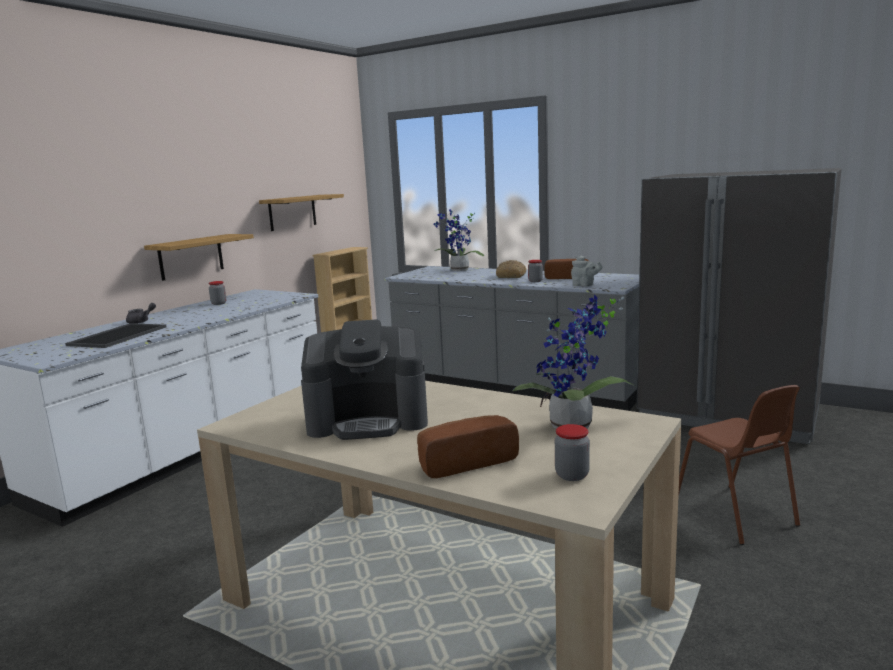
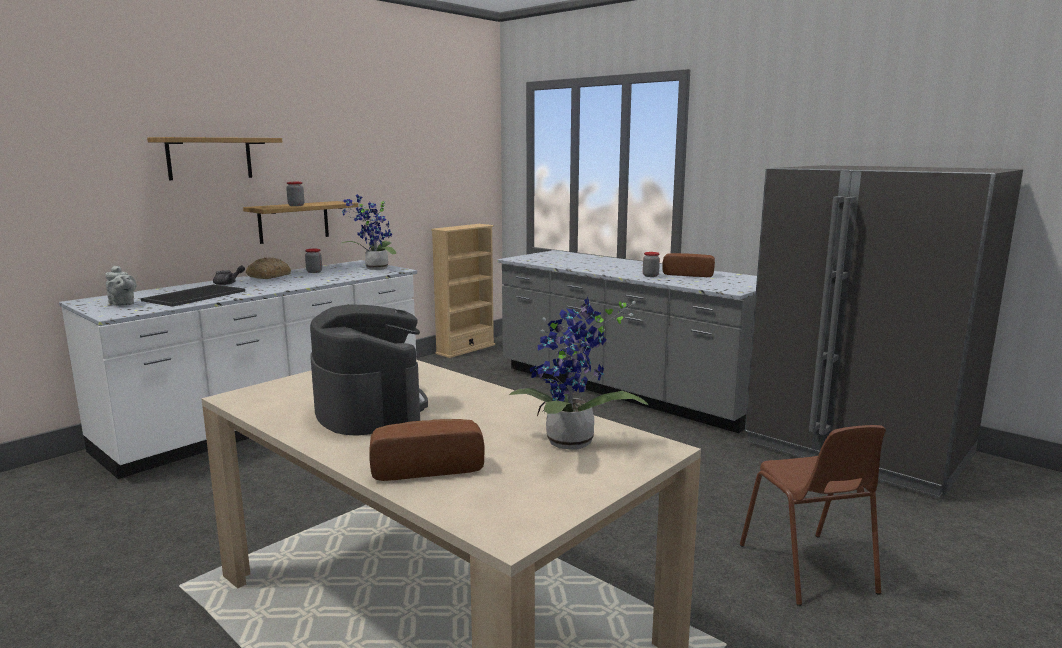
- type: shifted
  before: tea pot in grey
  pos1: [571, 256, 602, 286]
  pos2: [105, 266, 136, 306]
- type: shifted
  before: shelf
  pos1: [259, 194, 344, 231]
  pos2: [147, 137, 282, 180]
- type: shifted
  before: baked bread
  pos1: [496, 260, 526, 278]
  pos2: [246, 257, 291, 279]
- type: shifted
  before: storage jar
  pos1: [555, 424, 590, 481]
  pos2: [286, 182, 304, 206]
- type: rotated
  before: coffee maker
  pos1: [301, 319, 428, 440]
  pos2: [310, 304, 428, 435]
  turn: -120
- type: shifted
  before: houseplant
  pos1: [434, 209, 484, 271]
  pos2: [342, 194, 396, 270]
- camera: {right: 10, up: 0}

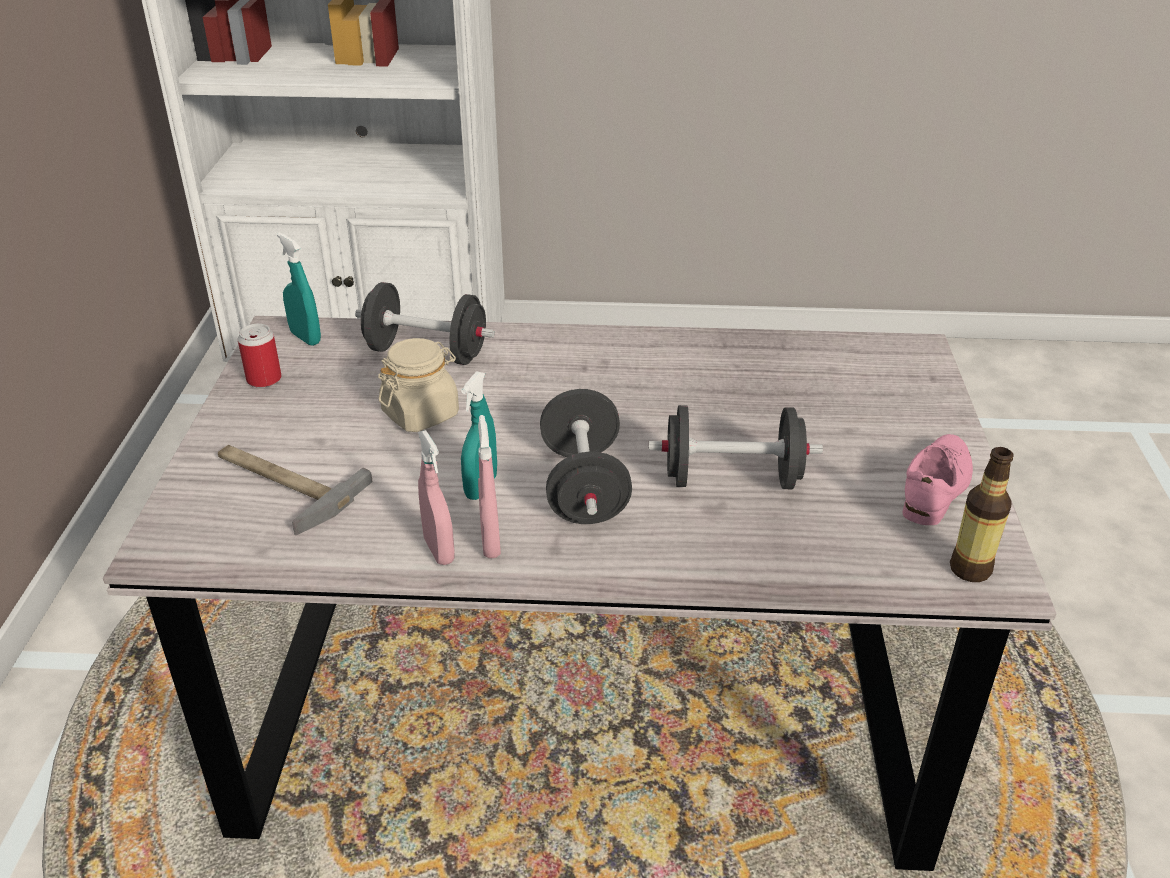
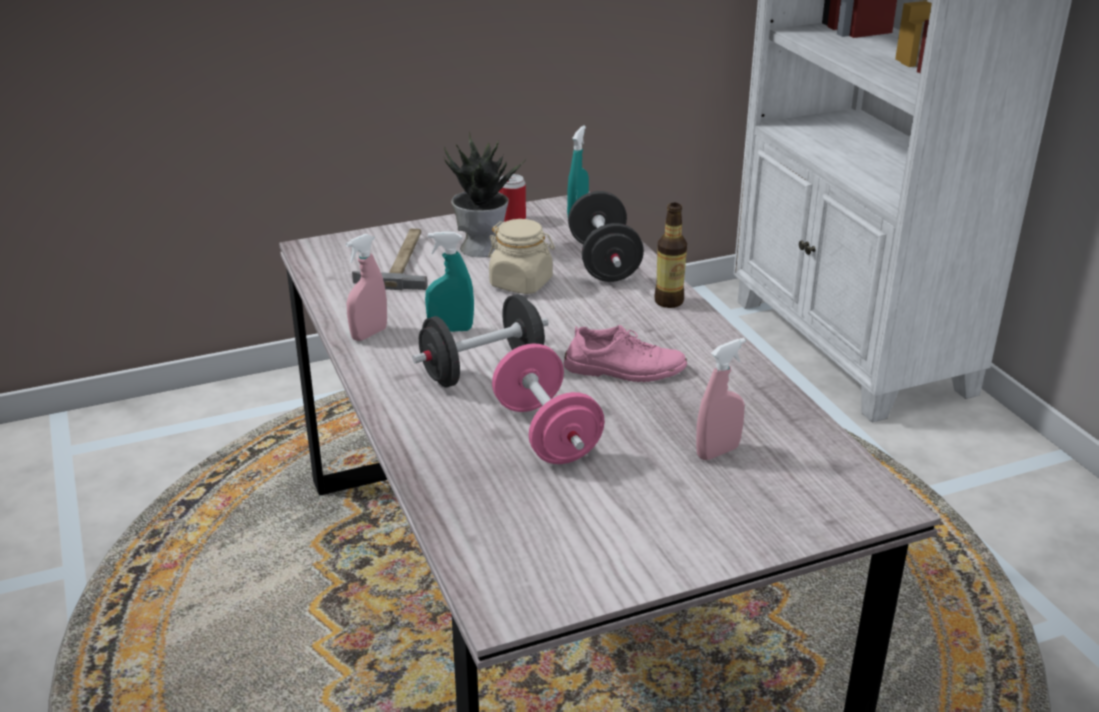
- type: new
  after: houseplant
  pos2: [443, 132, 526, 257]
- type: repainted
  before: dumbbell in black-coloured
  after: dumbbell in pink-coloured
  pos1: [649, 405, 823, 489]
  pos2: [492, 343, 605, 464]
- type: shifted
  before: low shoe in pink-coloured
  pos1: [903, 434, 973, 525]
  pos2: [564, 325, 687, 382]
- type: shifted
  before: bottle
  pos1: [950, 447, 1014, 582]
  pos2: [654, 203, 687, 308]
- type: shifted
  before: sprayer in pink-coloured
  pos1: [478, 415, 501, 558]
  pos2: [696, 338, 746, 460]
- camera: {right: 65, up: -5}

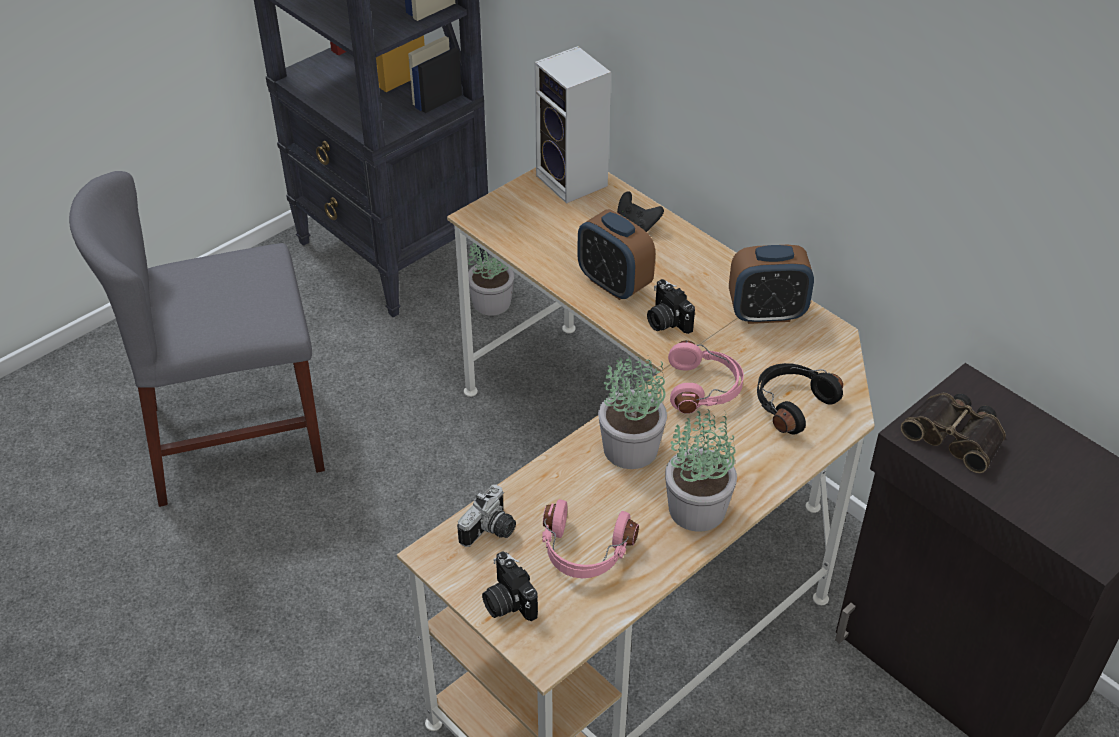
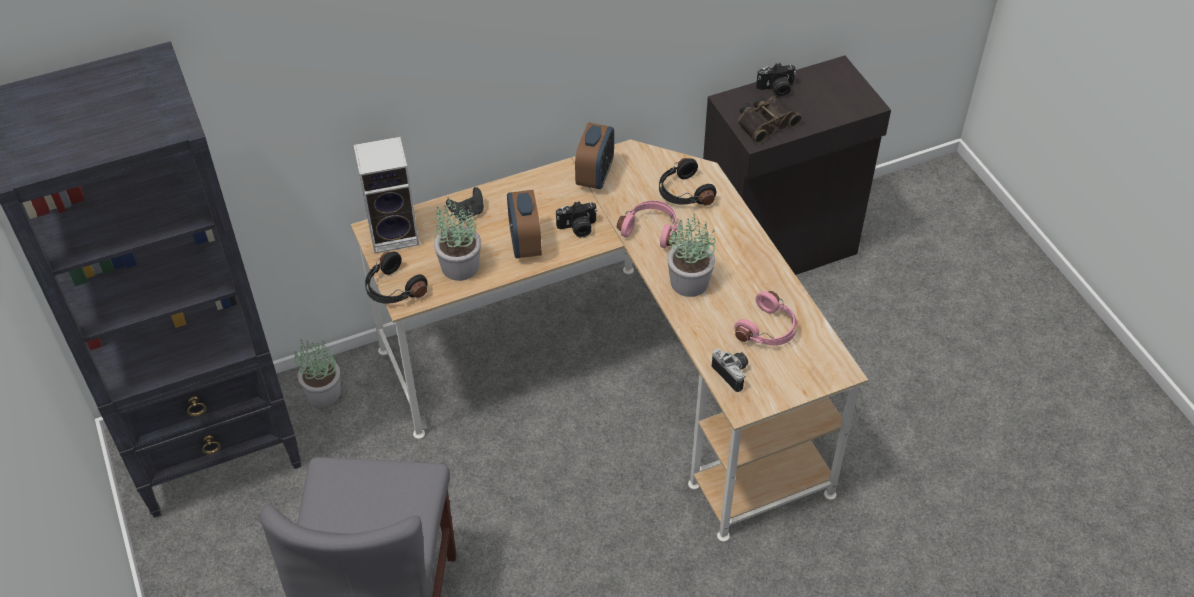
- type: new
  after: headset in black-coloured
  pos2: [365, 251, 427, 304]
- type: shifted
  before: houseplant
  pos1: [665, 409, 737, 532]
  pos2: [434, 197, 481, 281]
- type: rotated
  before: bedside clock
  pos1: [577, 209, 655, 300]
  pos2: [507, 190, 542, 258]
  turn: 105
- type: shifted
  before: still camera
  pos1: [482, 551, 538, 621]
  pos2: [756, 63, 796, 97]
- camera: {right: -70, up: 5}

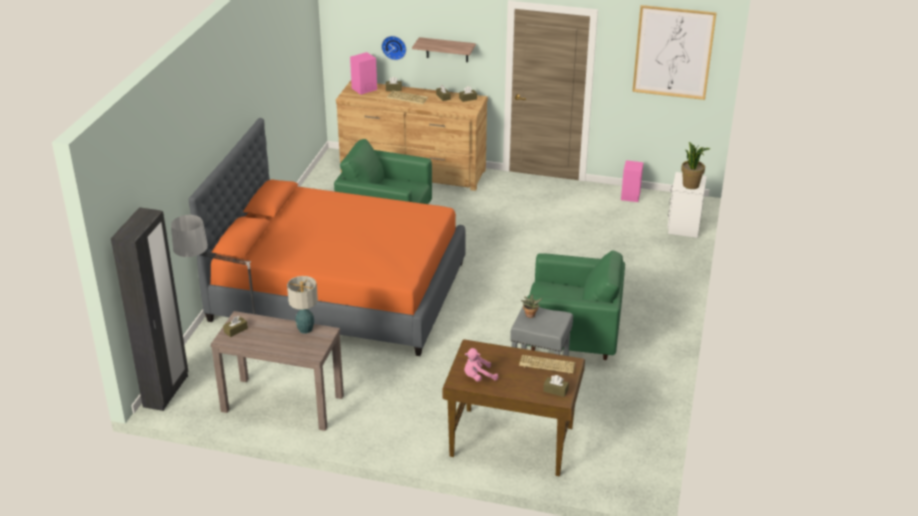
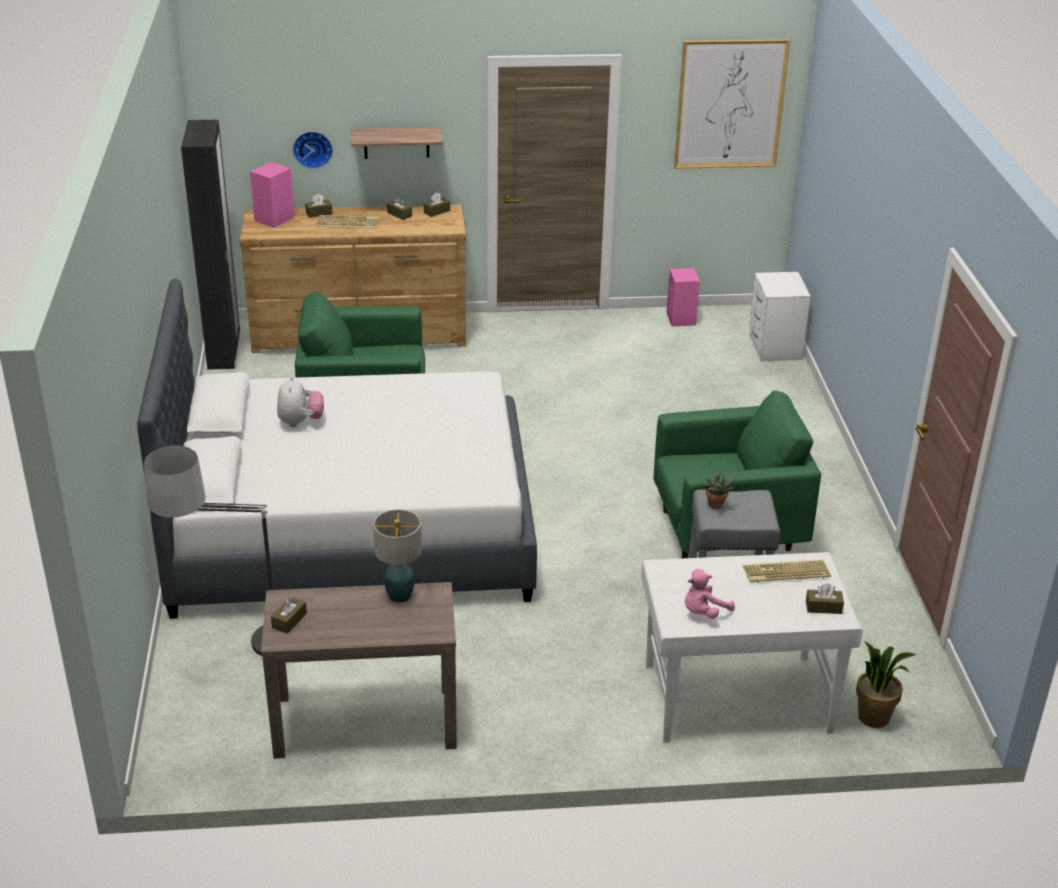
- type: repainted
  before: bedroom bed in orange
  after: bedroom bed in white
  pos1: [189, 118, 466, 356]
  pos2: [137, 278, 537, 619]
- type: shifted
  before: armoire in black-coloured
  pos1: [111, 207, 188, 411]
  pos2: [181, 120, 240, 370]
- type: new
  after: cuddly toy
  pos2: [277, 376, 324, 427]
- type: repainted
  before: desk in brown-coloured
  after: desk in white
  pos1: [443, 339, 585, 476]
  pos2: [641, 552, 863, 743]
- type: shifted
  before: houseplant
  pos1: [681, 142, 710, 189]
  pos2: [856, 641, 916, 728]
- camera: {right: -20, up: 0}

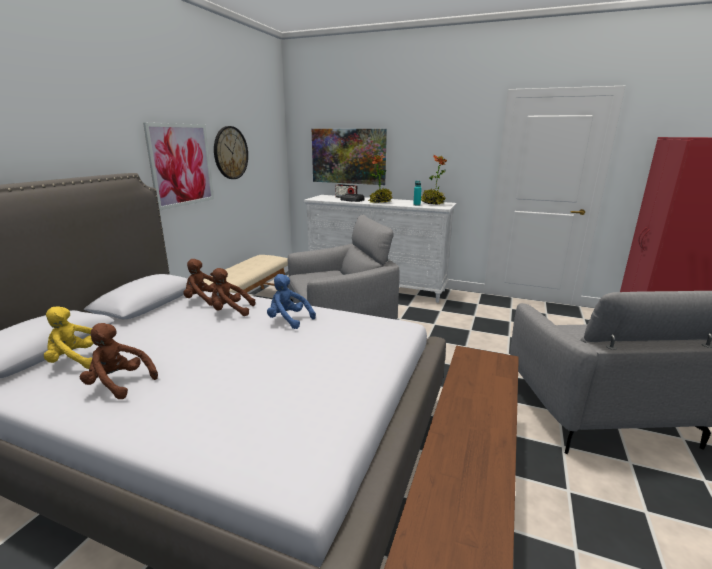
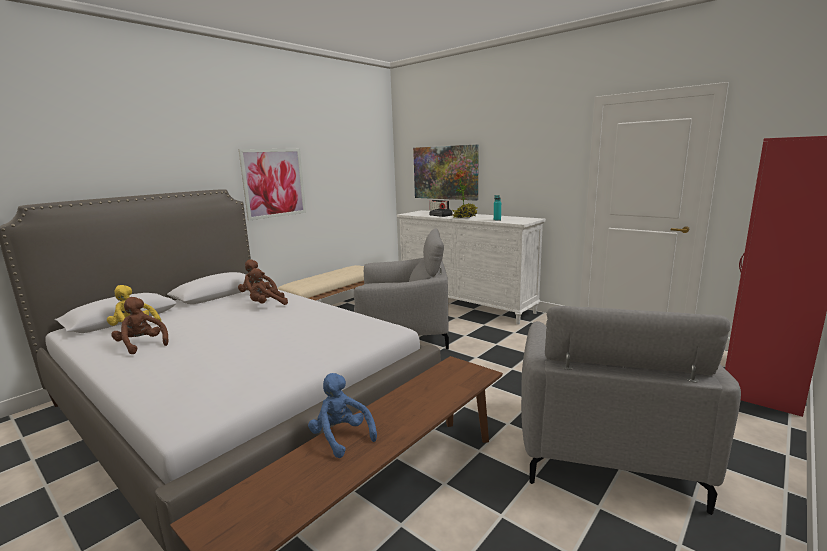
- type: rotated
  before: cuddly toy in brown-coloured
  pos1: [210, 268, 255, 316]
  pos2: [247, 268, 288, 305]
  turn: -45
- type: shifted
  before: cuddly toy in bluish
  pos1: [267, 274, 316, 329]
  pos2: [308, 373, 377, 458]
- type: gone
  before: hanging clock
  pos1: [214, 126, 248, 179]
- type: gone
  before: houseplant
  pos1: [421, 155, 447, 205]
- camera: {right: 20, up: -5}

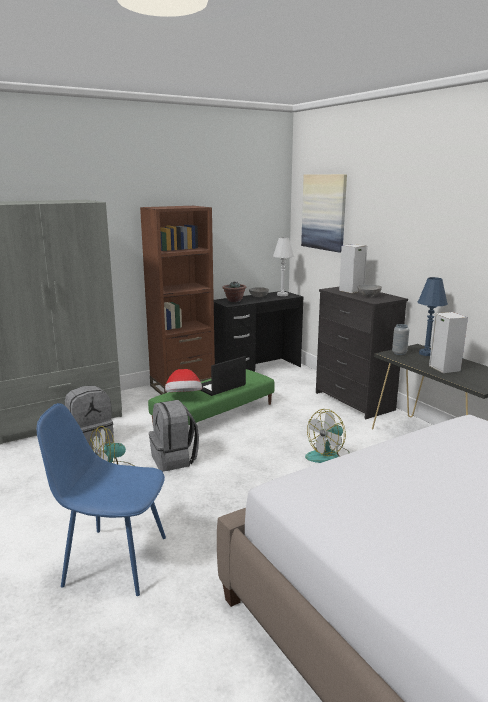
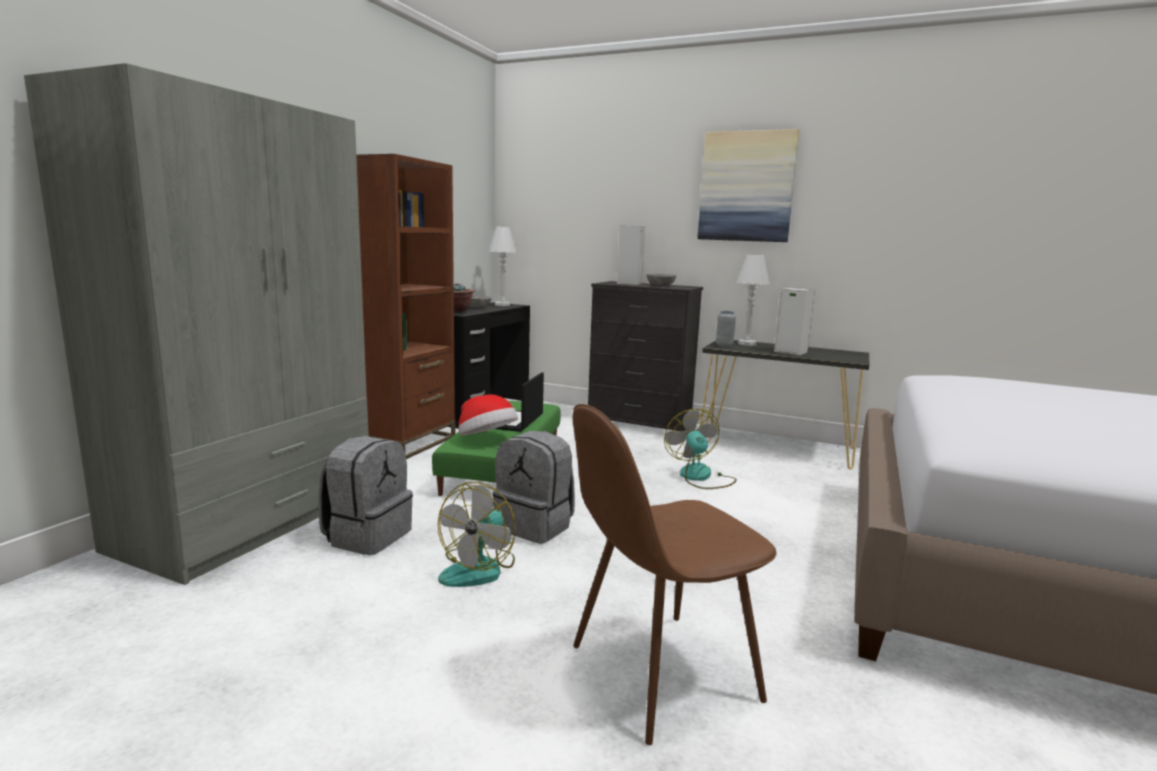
- type: repainted
  before: chair in bluish
  after: chair in brown-coloured
  pos1: [37, 403, 166, 596]
  pos2: [573, 404, 777, 745]
- type: rotated
  before: cooling fan
  pos1: [305, 409, 350, 463]
  pos2: [664, 409, 737, 489]
  turn: 150
- type: shifted
  before: picture
  pos1: [301, 174, 347, 253]
  pos2: [698, 129, 800, 242]
- type: repainted
  before: tabletop lamp in bluish
  after: tabletop lamp in white
  pos1: [417, 277, 448, 356]
  pos2: [736, 254, 770, 346]
- camera: {right: -35, up: -5}

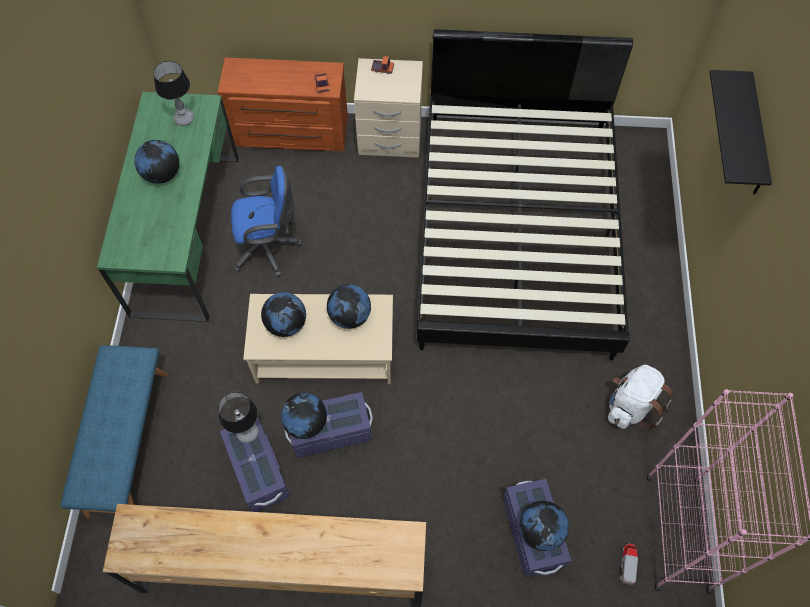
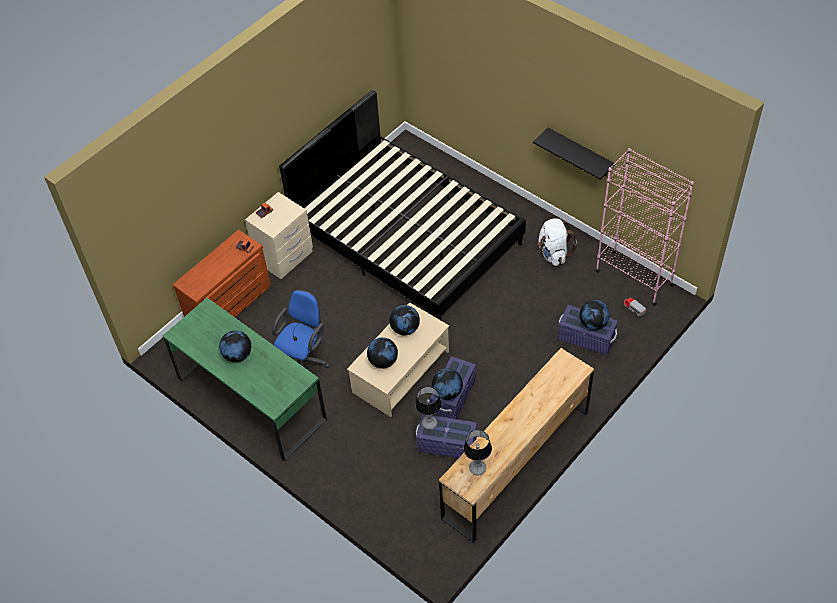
- type: shifted
  before: tabletop lamp
  pos1: [153, 61, 194, 126]
  pos2: [464, 430, 492, 475]
- type: shifted
  before: shelf in black-coloured
  pos1: [710, 70, 772, 195]
  pos2: [533, 128, 615, 180]
- type: gone
  before: long seat in bluish
  pos1: [60, 345, 168, 518]
- camera: {right: -50, up: -10}

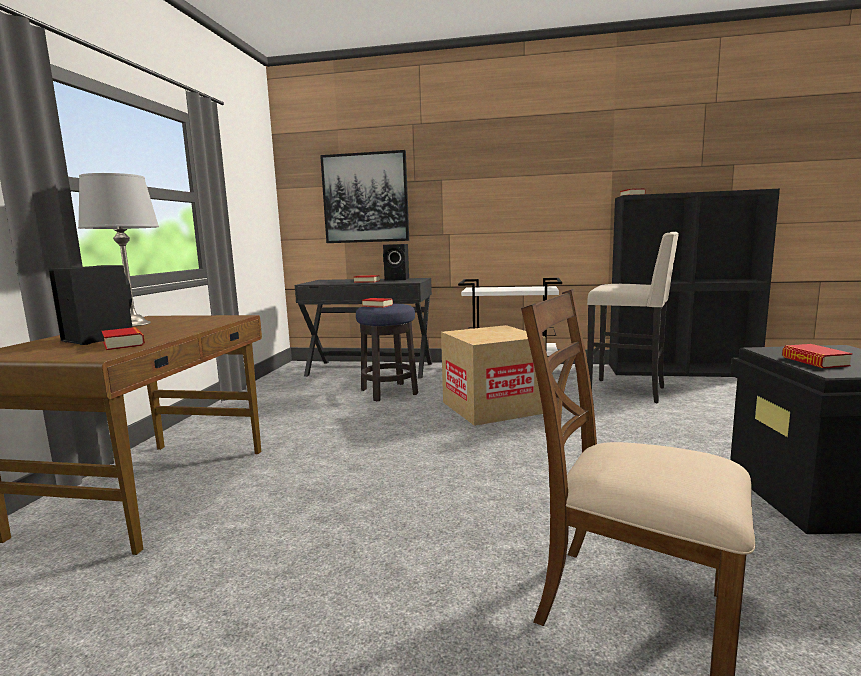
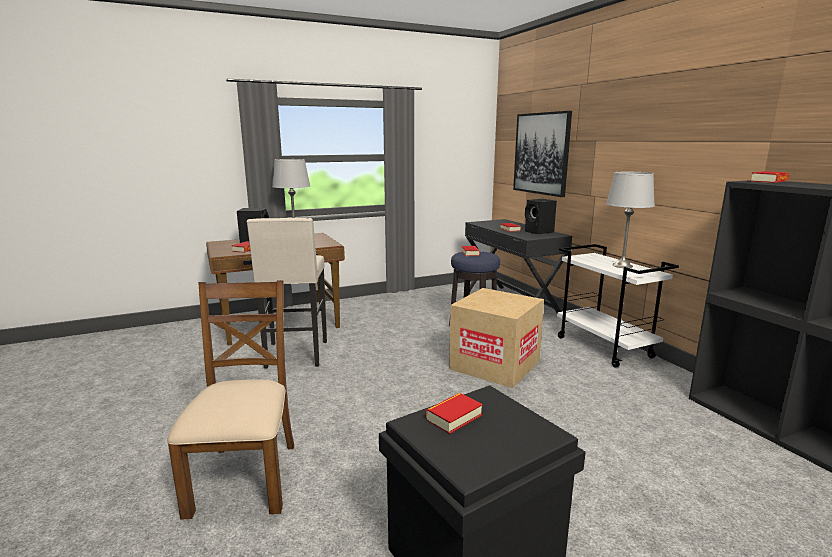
- type: shifted
  before: stool in beige-coloured
  pos1: [587, 232, 679, 403]
  pos2: [246, 218, 327, 369]
- type: new
  after: tabletop lamp in grey
  pos2: [606, 172, 655, 268]
- camera: {right: 55, up: 5}

